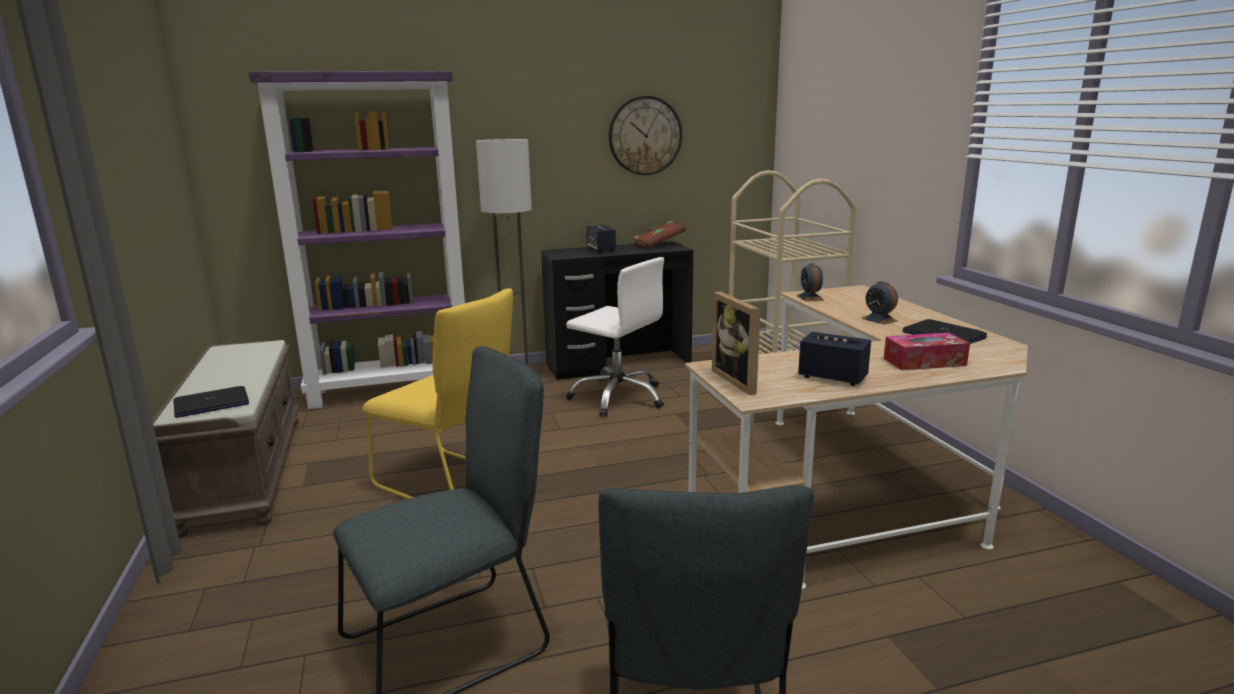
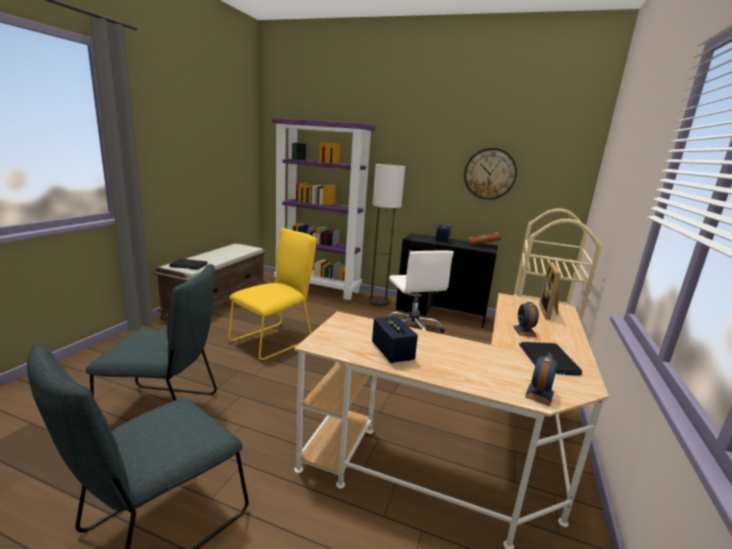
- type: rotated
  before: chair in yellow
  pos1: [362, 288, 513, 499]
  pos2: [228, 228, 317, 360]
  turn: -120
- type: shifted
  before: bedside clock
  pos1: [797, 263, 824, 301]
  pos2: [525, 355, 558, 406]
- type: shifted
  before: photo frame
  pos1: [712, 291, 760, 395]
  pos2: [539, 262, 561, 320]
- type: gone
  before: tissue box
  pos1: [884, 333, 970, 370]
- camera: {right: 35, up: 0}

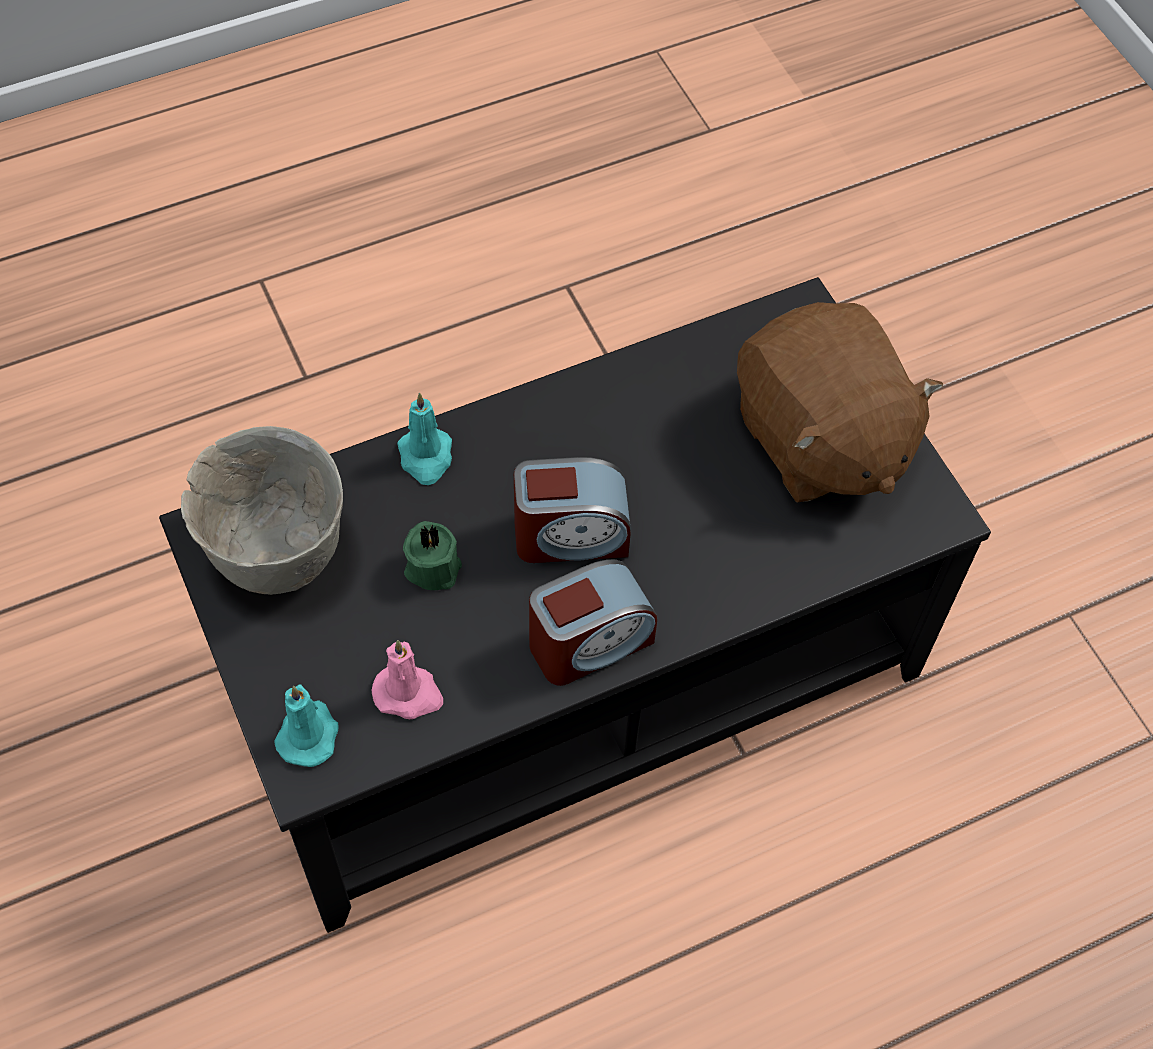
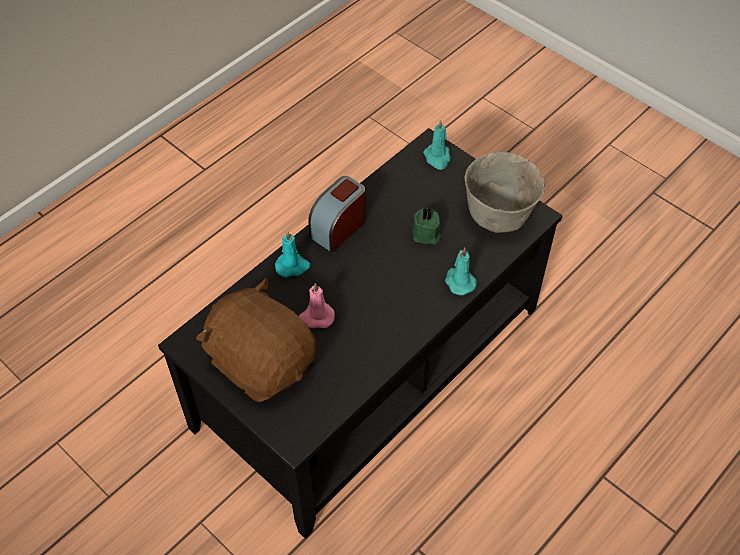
- type: new
  after: wax candle in blue-green
  pos2: [275, 231, 311, 277]
- type: shifted
  before: wax candle in pink-coloured
  pos1: [372, 640, 443, 719]
  pos2: [299, 283, 335, 328]
- type: gone
  before: bedside clock
  pos1: [514, 457, 631, 563]
- camera: {right: 160, up: -5}

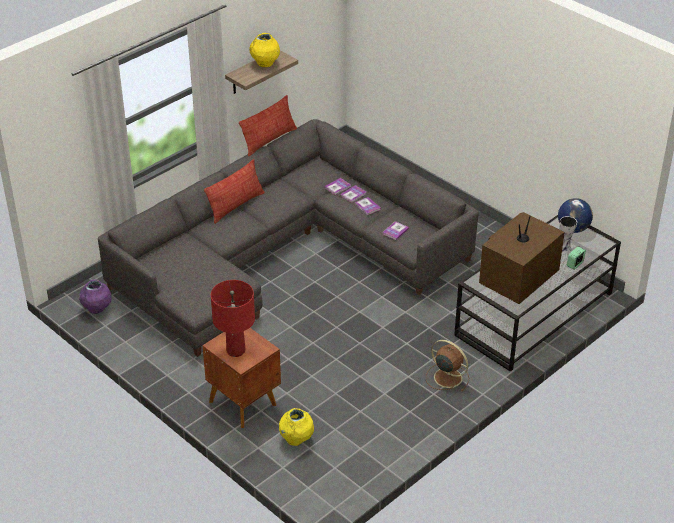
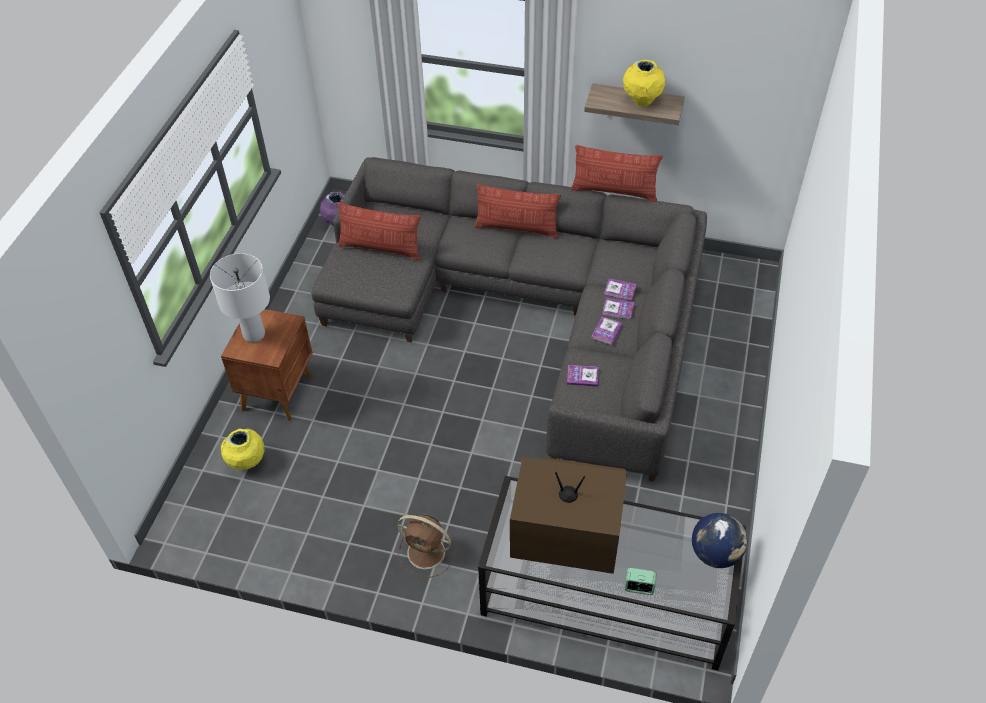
- type: repainted
  before: tabletop lamp in red-coloured
  after: tabletop lamp in white
  pos1: [211, 280, 255, 357]
  pos2: [210, 253, 270, 343]
- type: new
  after: throw pillow
  pos2: [338, 202, 421, 260]
- type: rotated
  before: cooling fan in brown-coloured
  pos1: [426, 340, 469, 391]
  pos2: [397, 515, 456, 577]
  turn: 105
- type: gone
  before: vase
  pos1: [560, 216, 577, 253]
- camera: {right: 60, up: 10}

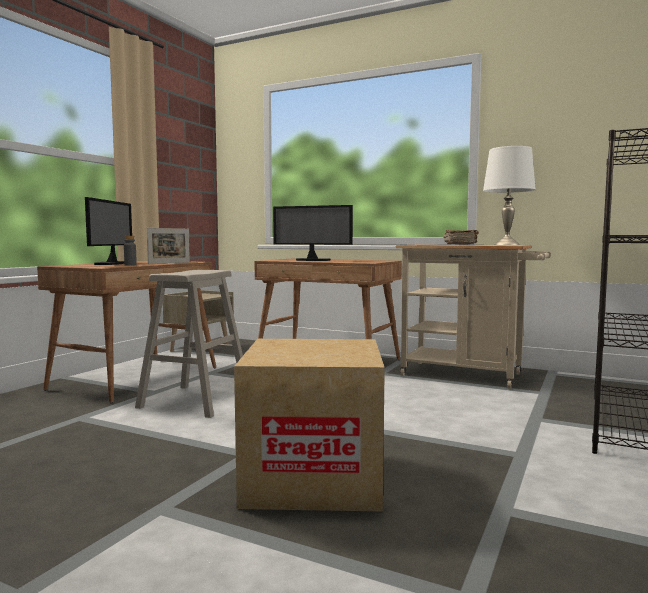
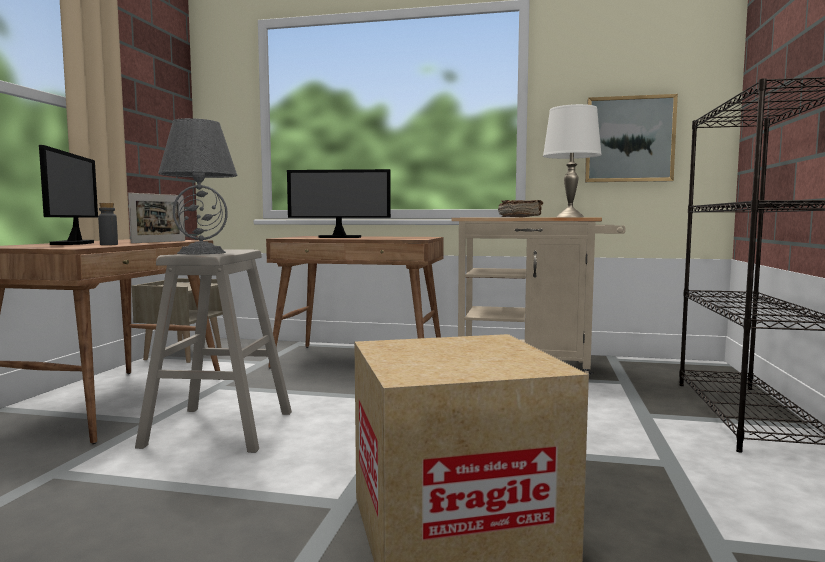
- type: new
  after: tabletop lamp in grey
  pos2: [158, 118, 238, 254]
- type: new
  after: picture
  pos2: [585, 94, 678, 182]
- camera: {right: -15, up: 0}

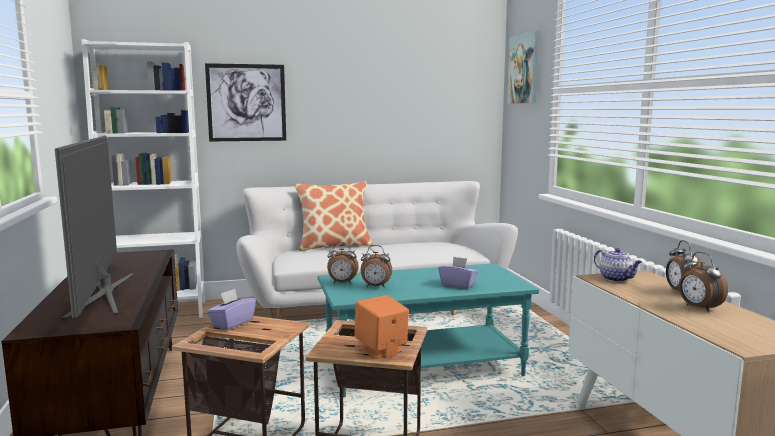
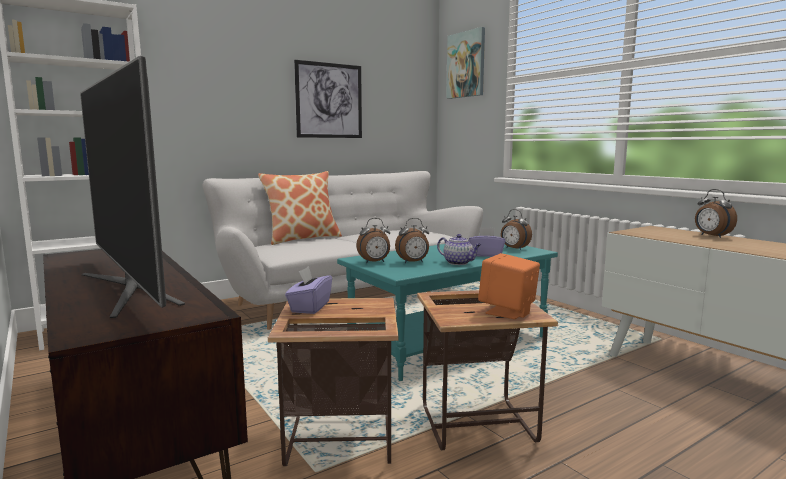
- type: shifted
  before: picture
  pos1: [205, 63, 286, 141]
  pos2: [294, 60, 362, 138]
- type: shifted
  before: tea pot
  pos1: [594, 248, 642, 282]
  pos2: [437, 234, 481, 265]
- type: shifted
  before: bedside clock
  pos1: [679, 252, 728, 312]
  pos2: [501, 209, 532, 250]
- camera: {right: -20, up: 0}

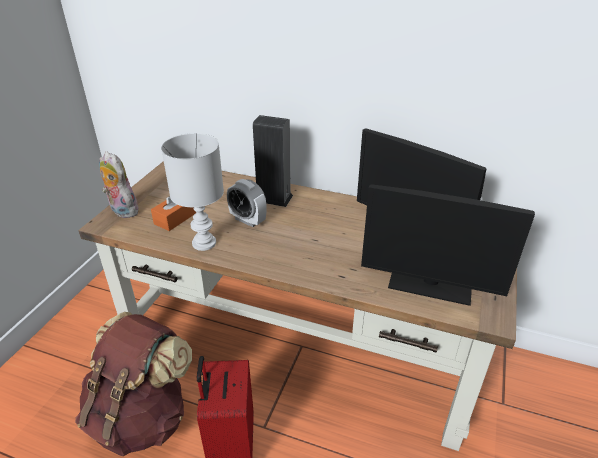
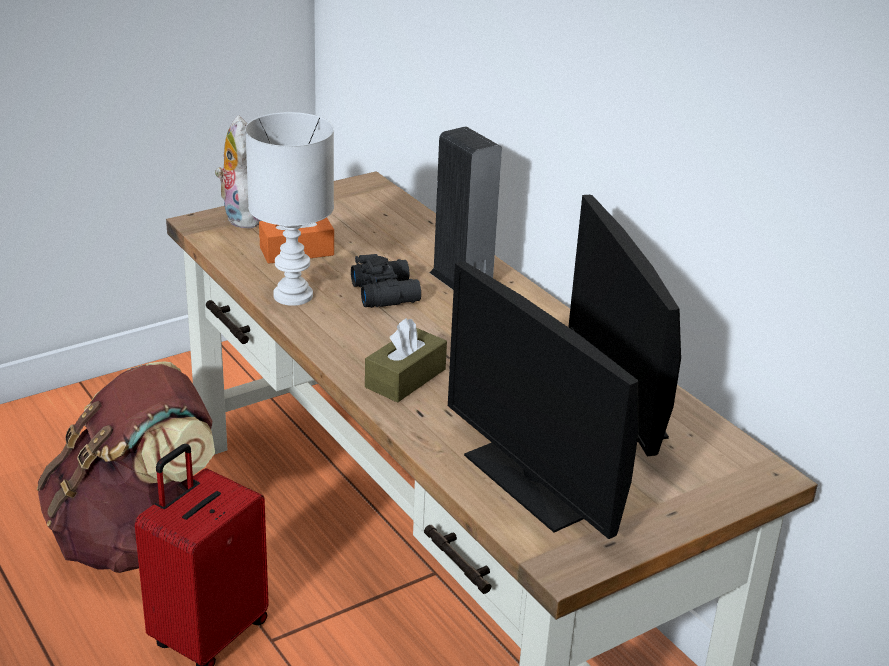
- type: swapped
  before: bedside clock
  after: field glasses in black-coloured
  pos1: [227, 179, 267, 227]
  pos2: [351, 254, 421, 308]
- type: new
  after: tissue box in brown-coloured
  pos2: [365, 318, 447, 403]
- camera: {right: 35, up: -5}

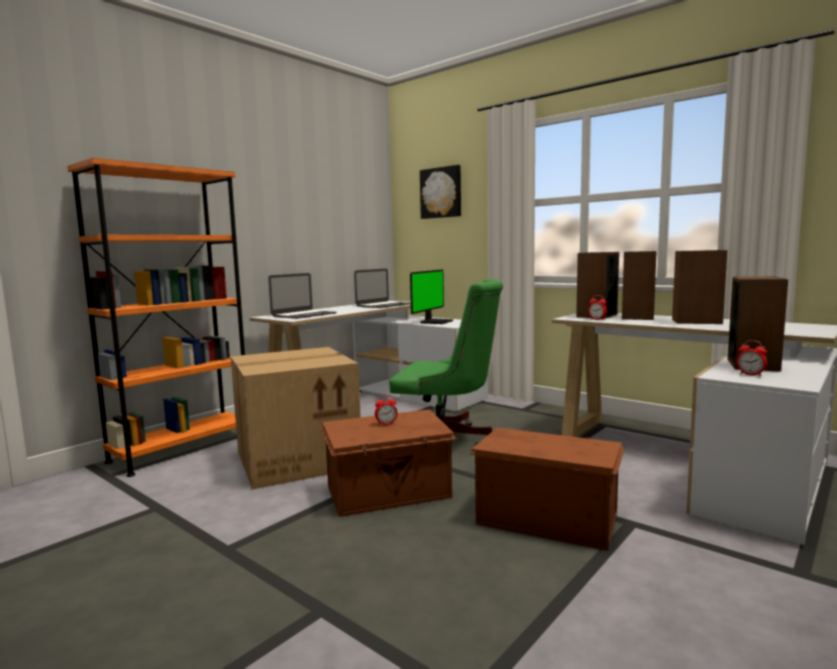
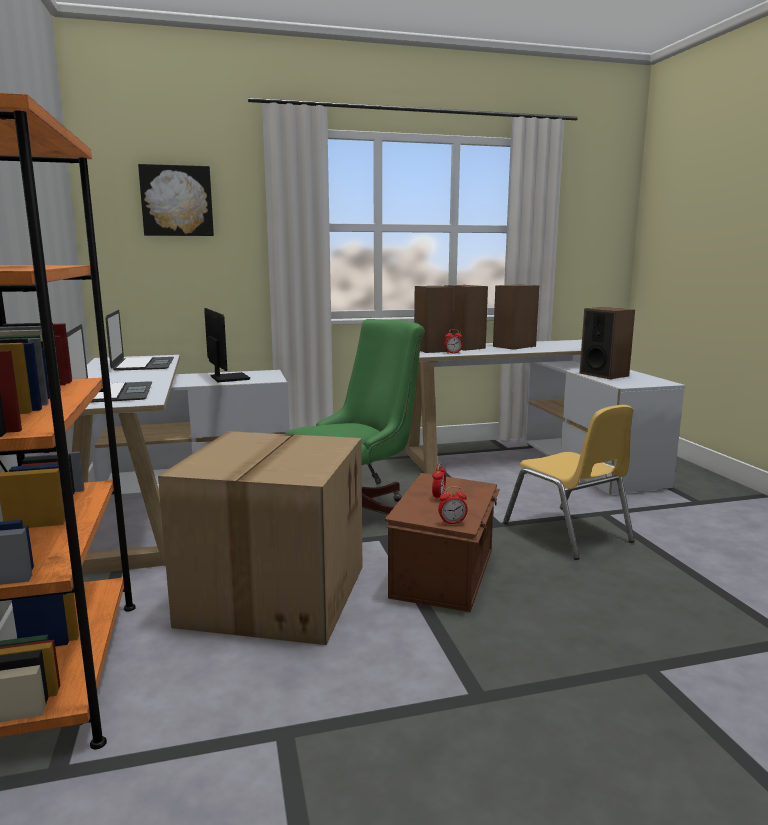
- type: shifted
  before: bedside clock
  pos1: [736, 340, 767, 377]
  pos2: [438, 486, 468, 524]
- type: swapped
  before: storage box in brown-coloured
  after: chair in yellow
  pos1: [470, 428, 625, 551]
  pos2: [503, 405, 635, 560]
- camera: {right: -55, up: 5}

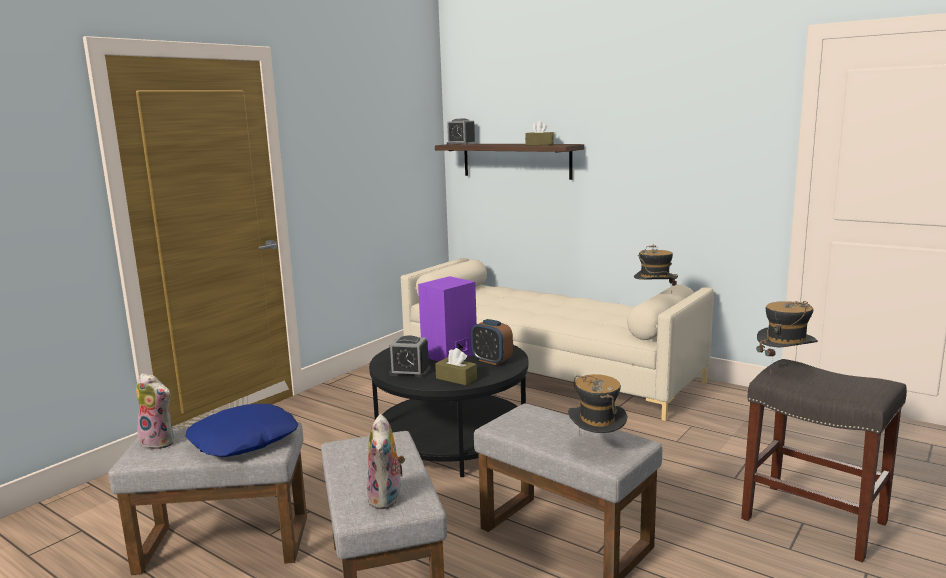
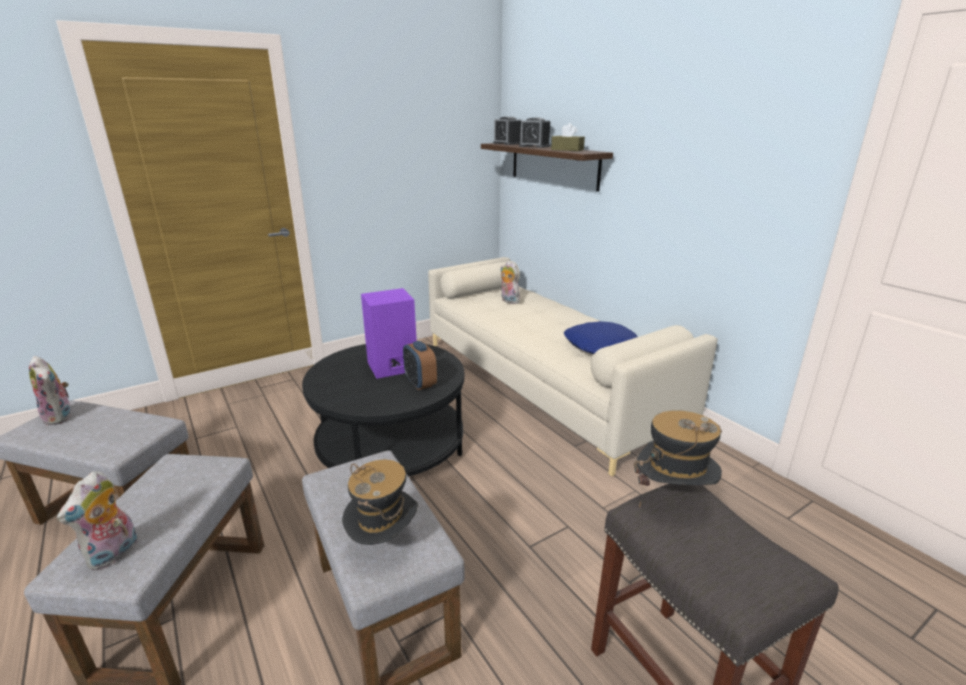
- type: new
  after: cuddly toy
  pos2: [500, 261, 520, 304]
- type: shifted
  before: bedside clock
  pos1: [389, 336, 431, 378]
  pos2: [519, 118, 551, 148]
- type: shifted
  before: throw pillow in bluish
  pos1: [185, 404, 298, 457]
  pos2: [564, 321, 638, 354]
- type: gone
  before: tissue box in brown-coloured
  pos1: [435, 348, 477, 385]
- type: gone
  before: wearable hat
  pos1: [634, 244, 678, 286]
- camera: {right: 20, up: 10}

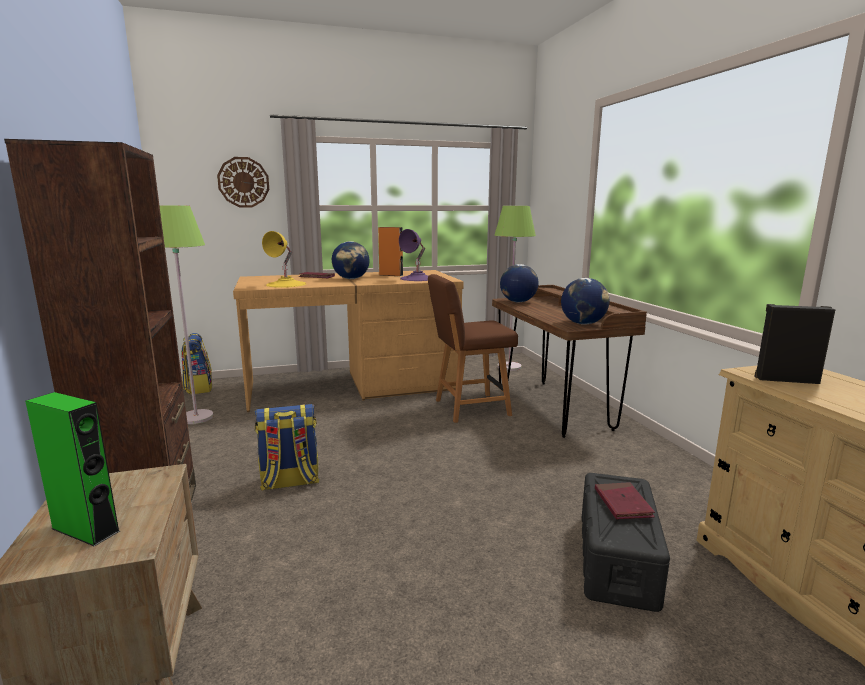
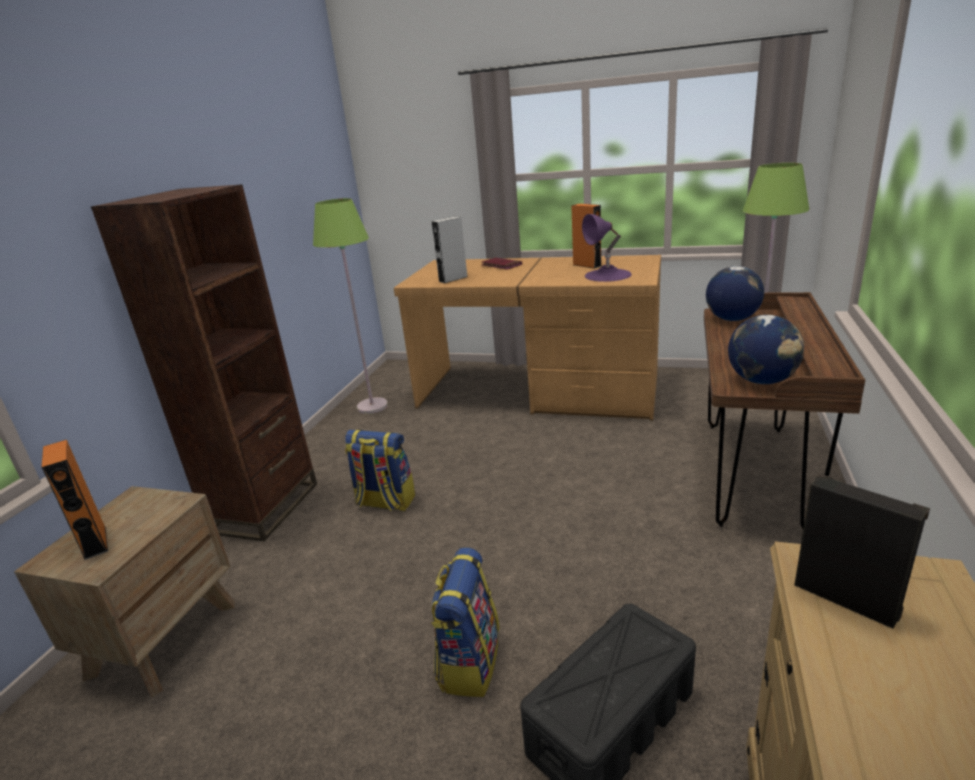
- type: repainted
  before: audio speaker in green
  after: audio speaker in orange
  pos1: [25, 392, 120, 546]
  pos2: [42, 440, 108, 560]
- type: shifted
  before: knapsack
  pos1: [181, 333, 212, 394]
  pos2: [431, 547, 500, 697]
- type: swapped
  before: tabletop lamp in yellow
  after: audio speaker in grey
  pos1: [262, 231, 306, 288]
  pos2: [432, 217, 467, 283]
- type: gone
  before: hanging clock
  pos1: [217, 157, 269, 207]
- type: gone
  before: desk globe
  pos1: [332, 241, 370, 279]
- type: gone
  before: chair in brown-coloured
  pos1: [428, 274, 518, 423]
- type: gone
  before: book in red-coloured
  pos1: [595, 482, 655, 519]
- camera: {right: 35, up: 10}

